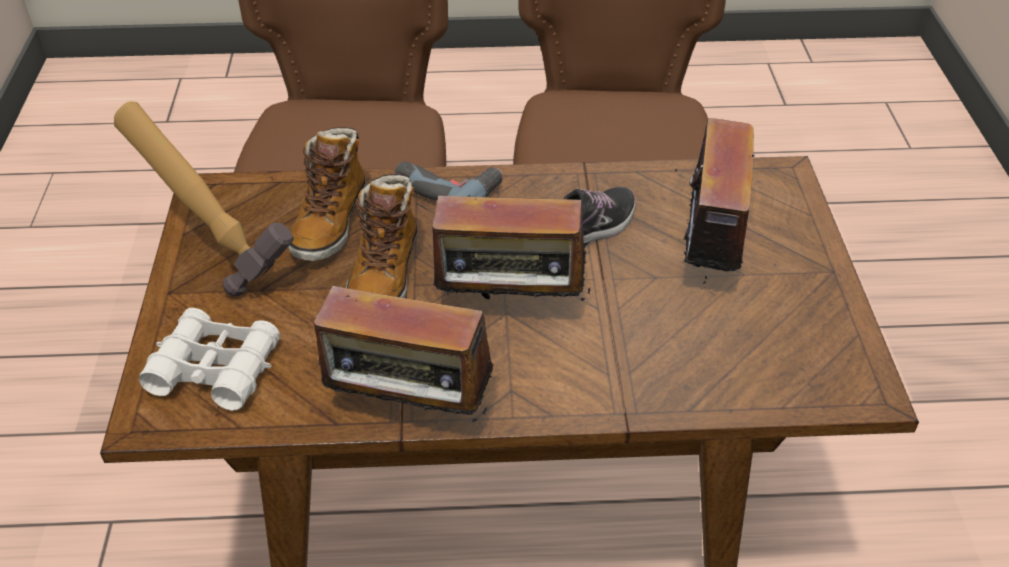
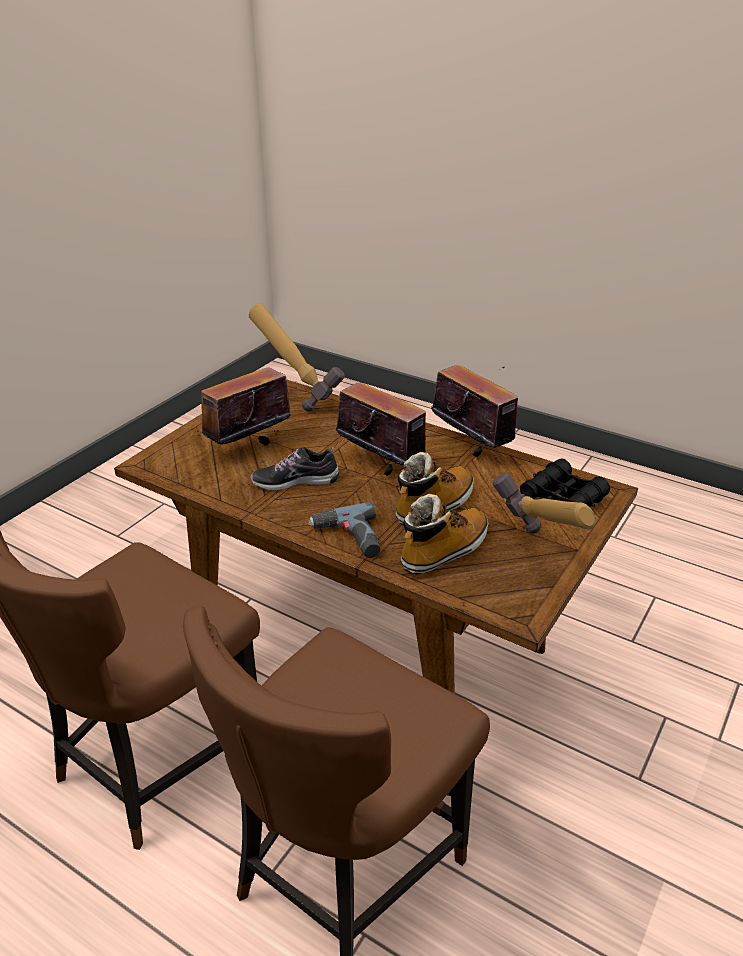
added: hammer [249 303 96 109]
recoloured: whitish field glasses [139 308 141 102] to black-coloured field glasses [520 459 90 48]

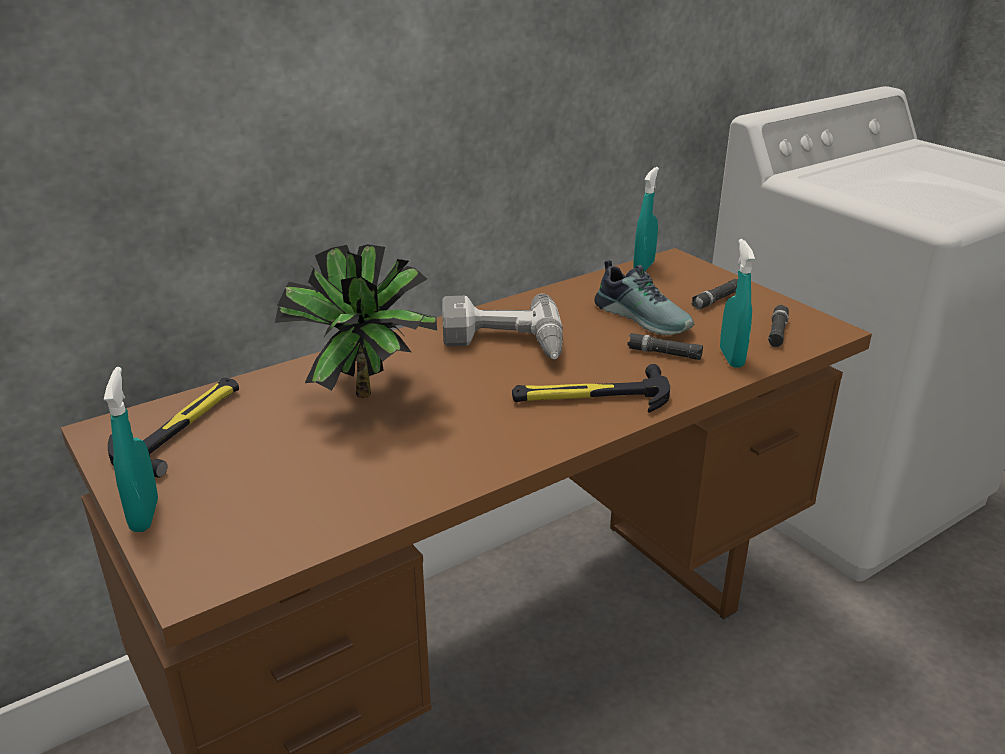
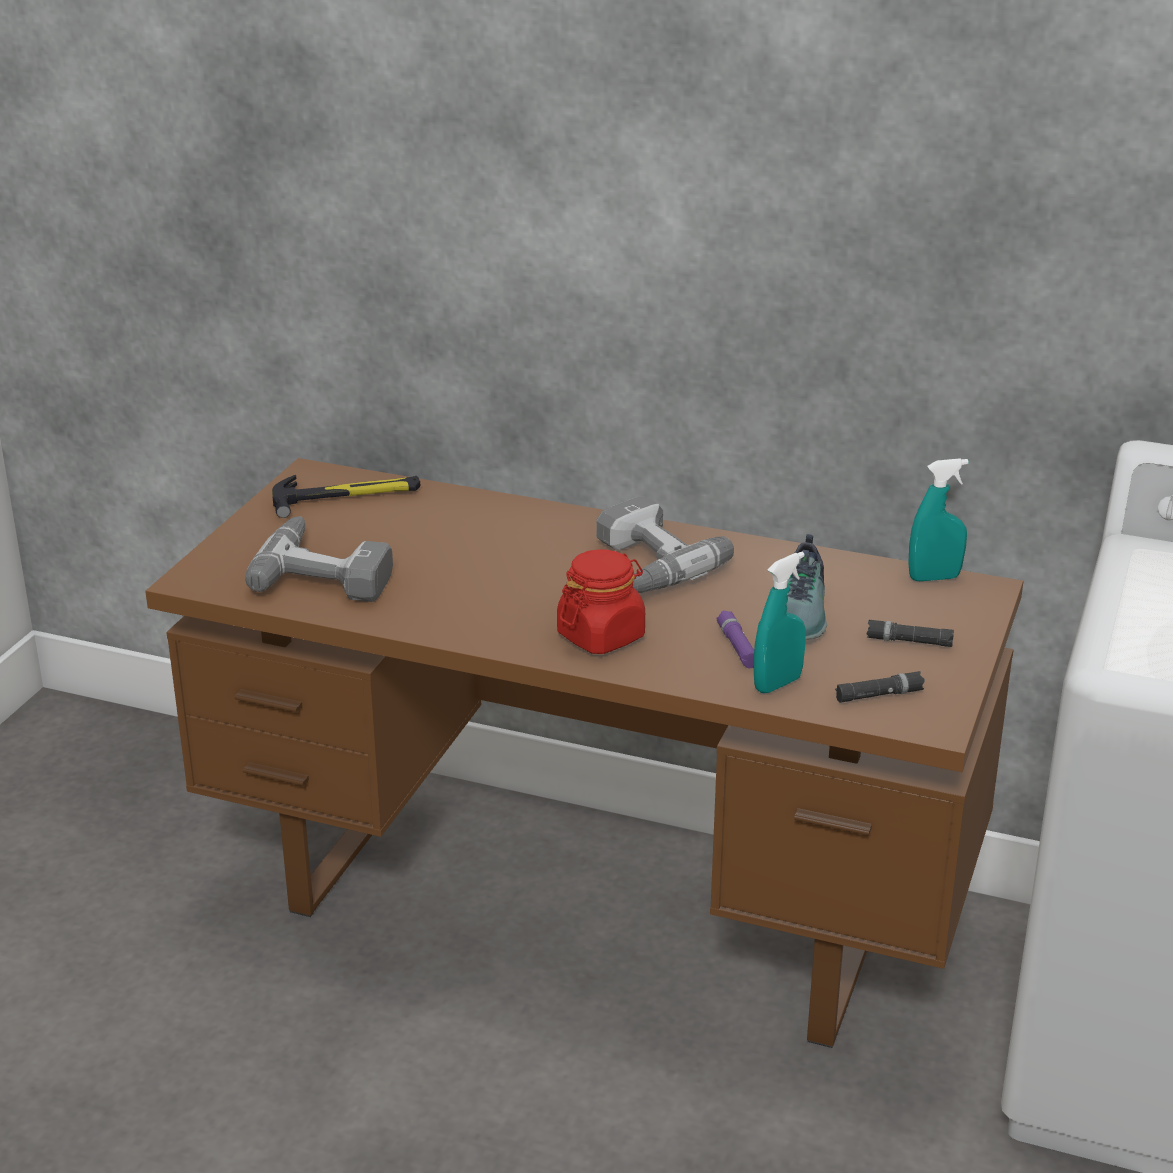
removed: blue-green spray bottle [104 367 54 165]; houseplant [275 244 162 154]
added: power drill [245 516 148 86]
replaced: hammer [512 364 158 49] to reddish preserve jar [557 549 88 105]
recoloured: black-coloured flashlight [627 333 76 27] to purple flashlight [717 610 37 58]

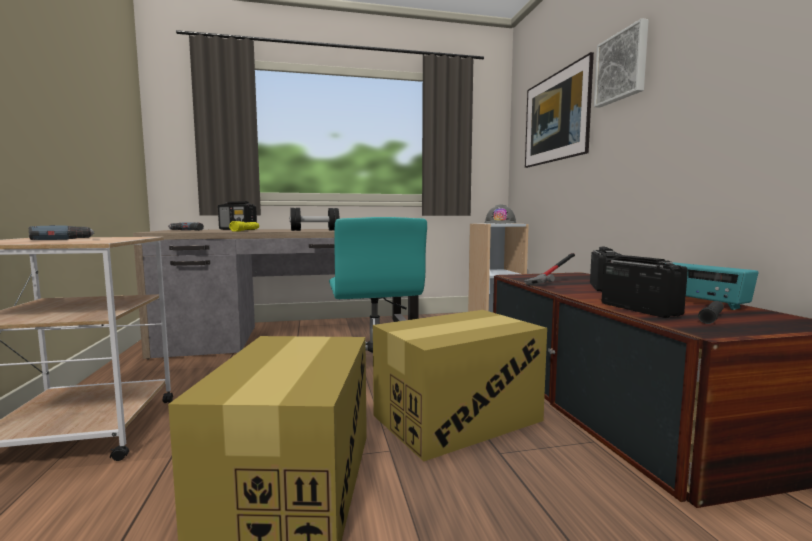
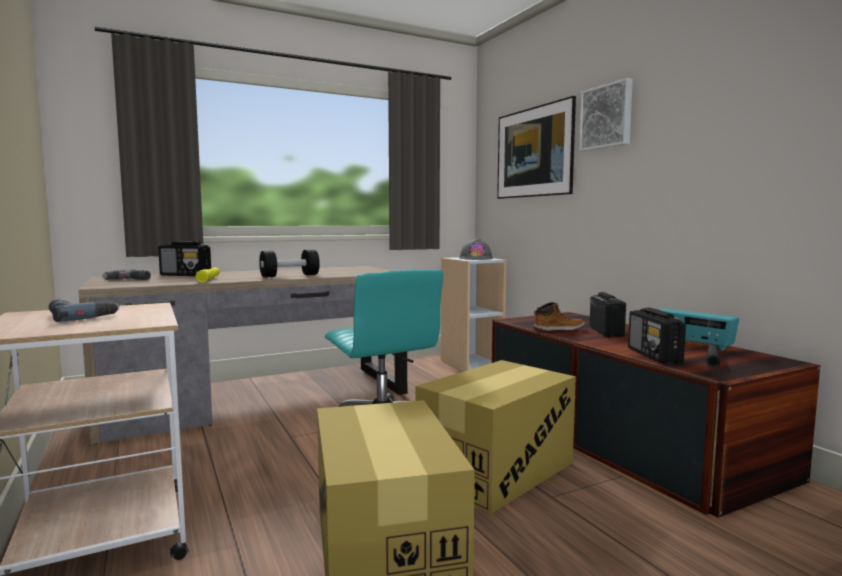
replaced: hammer [524 253 51 32] to tall boot [534 302 51 29]
turned: radio receiver [602 255 86 63] = [628 308 58 55] 150 degrees counterclockwise

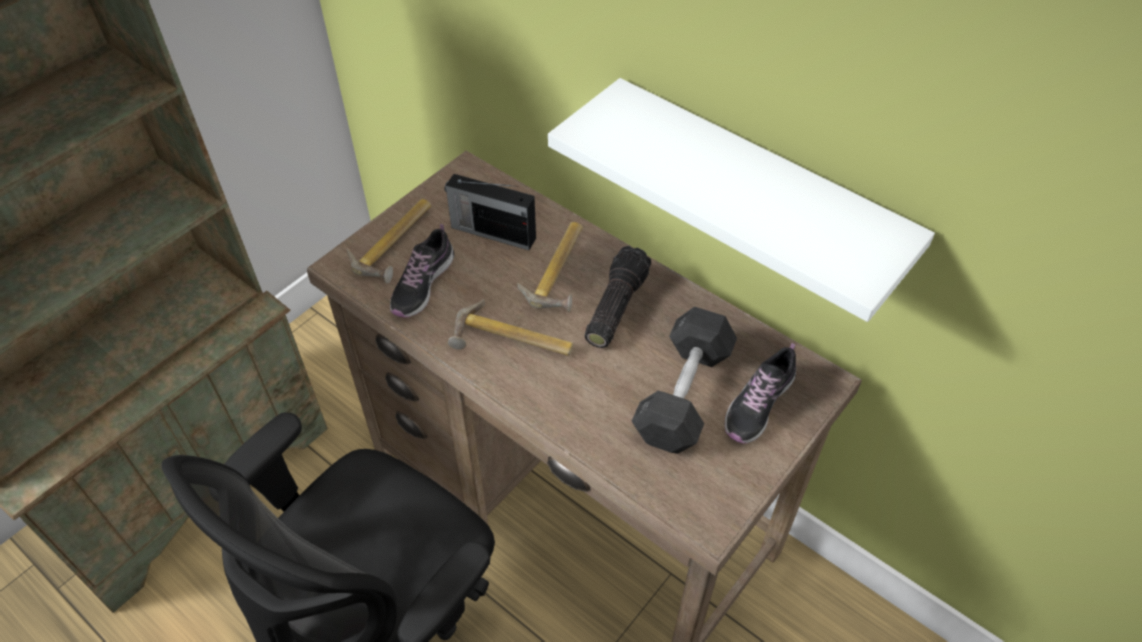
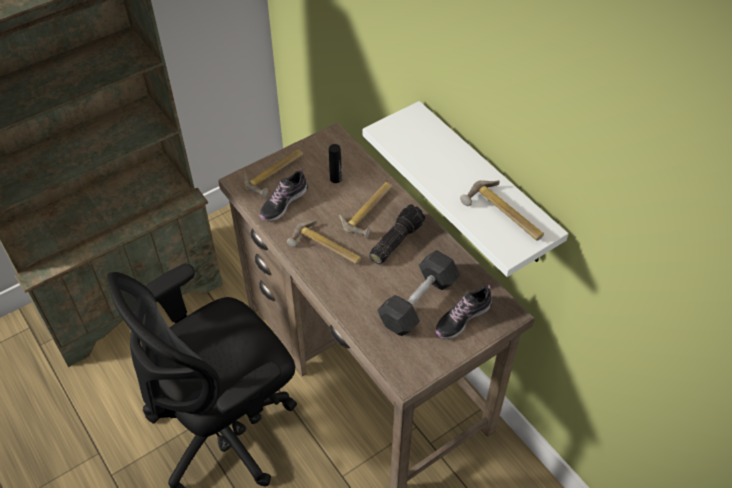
added: hammer [460 180 84 61]
replaced: radio receiver [445 174 91 76] to black-coloured drink bottle [329 144 13 39]

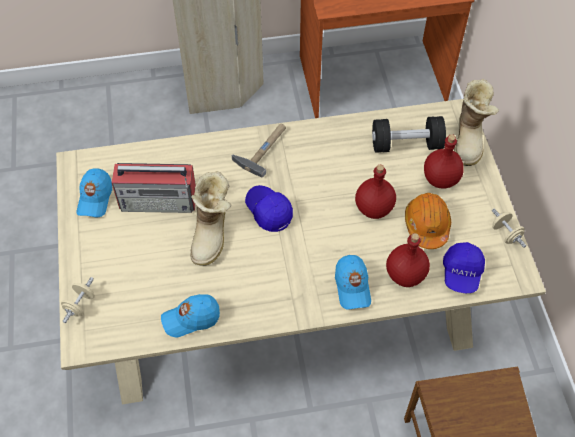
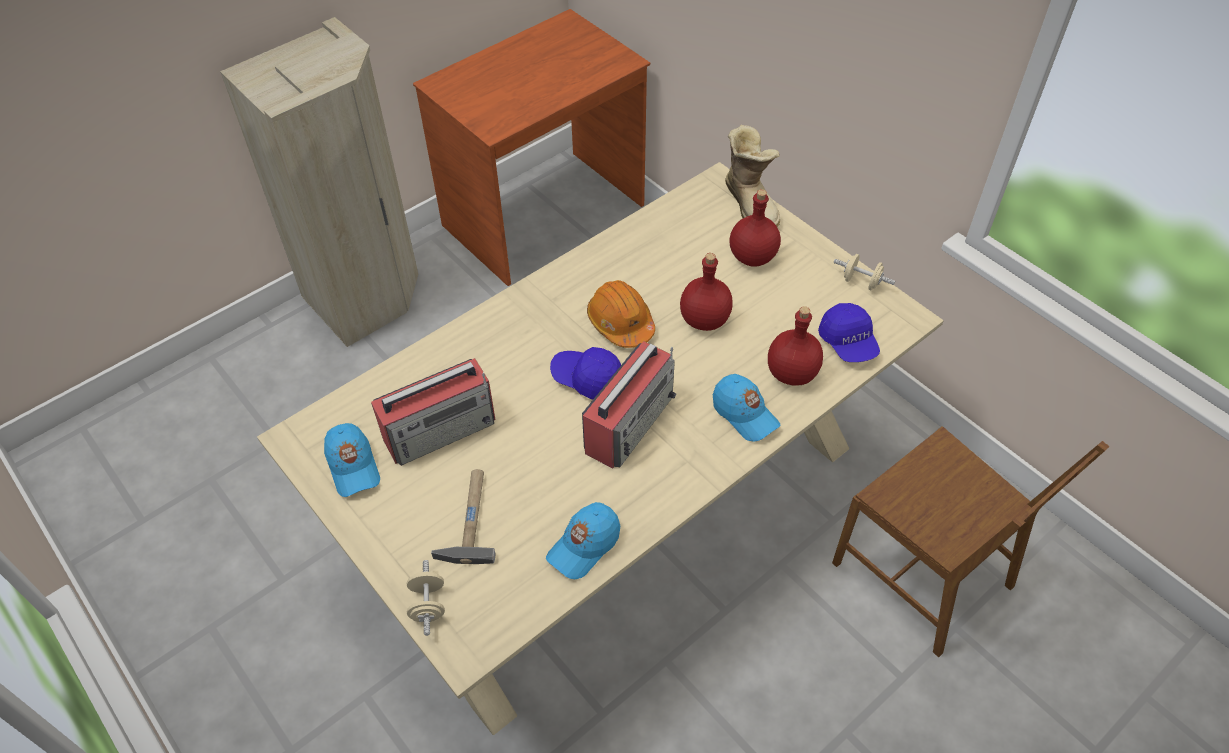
removed: tall boot [190 171 41 95]; black-coloured dumbbell [372 116 74 37]
added: radio receiver [582 341 94 128]
moved: hammer [232 124 54 53] to [431 469 64 95]; orangey safety helmet [405 193 46 56] to [587 280 68 68]

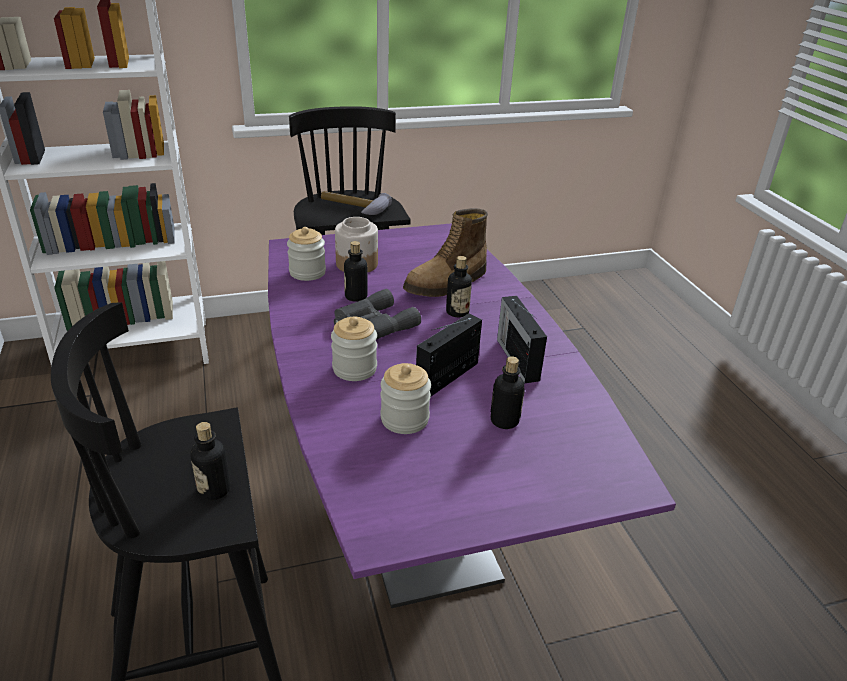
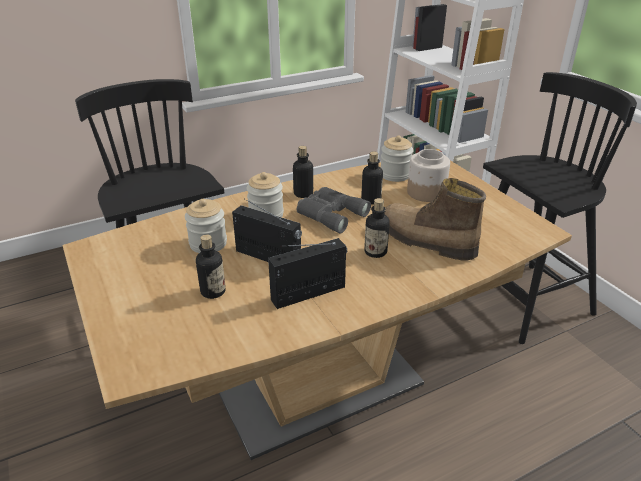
removed: hammer [321 191 71 24]
moved: drink bottle [190 422 40 78] to [293 146 20 52]
recoloured: purple dining table [268 223 408 385] to brown-coloured dining table [62 160 510 300]

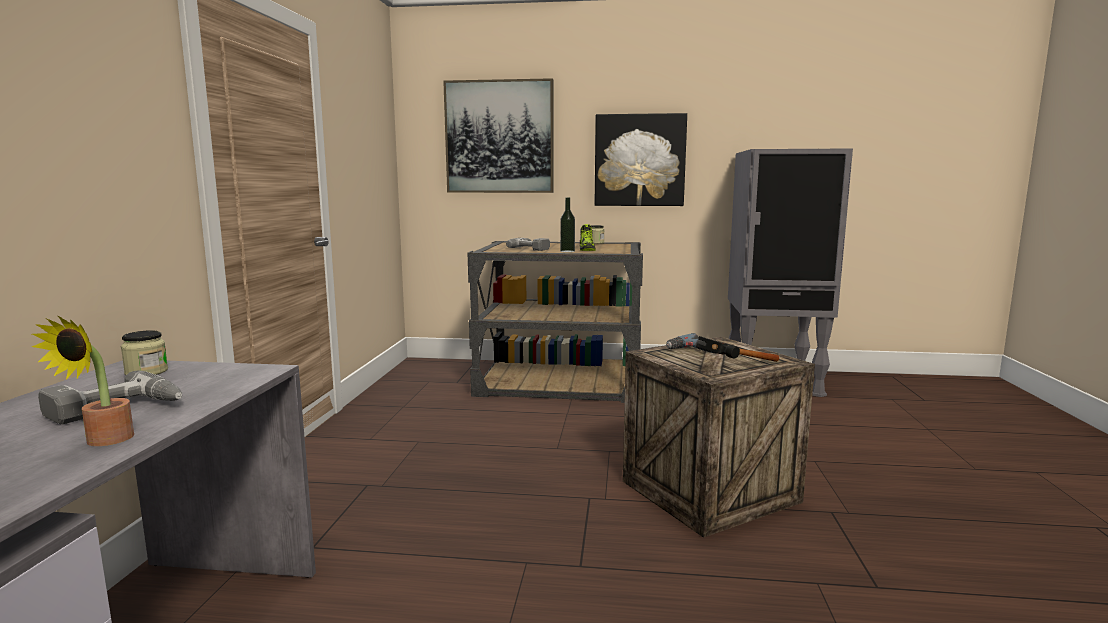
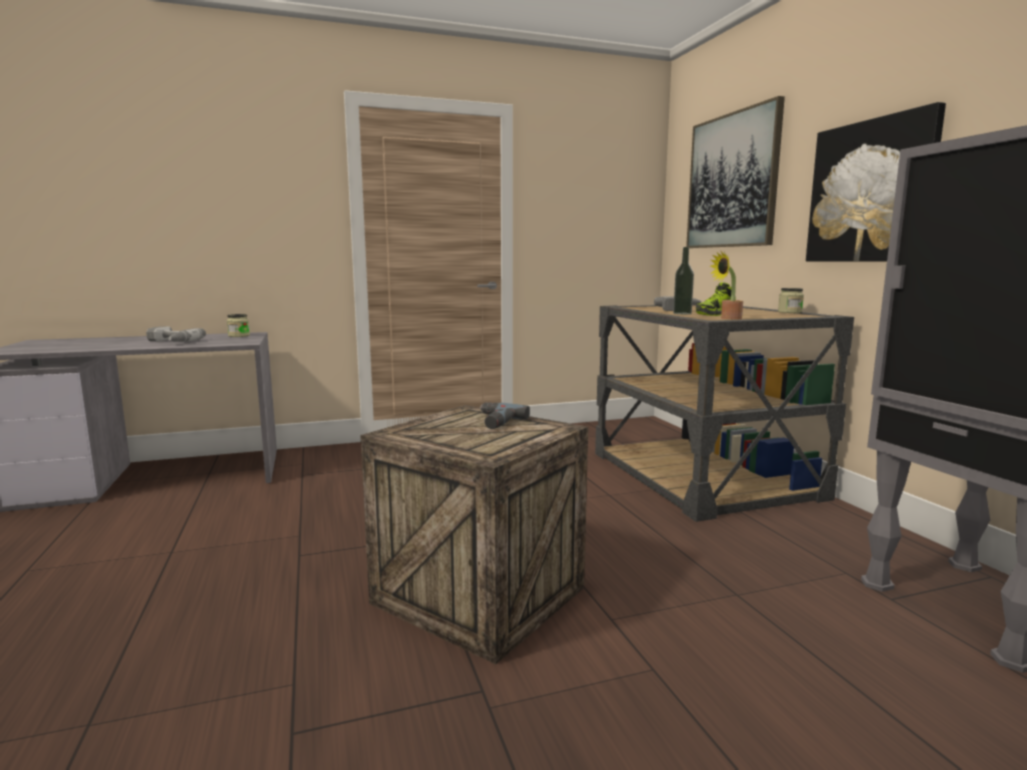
removed: hammer [697 336 82 26]
moved: houseplant [32 316 102 130] to [710 250 33 70]

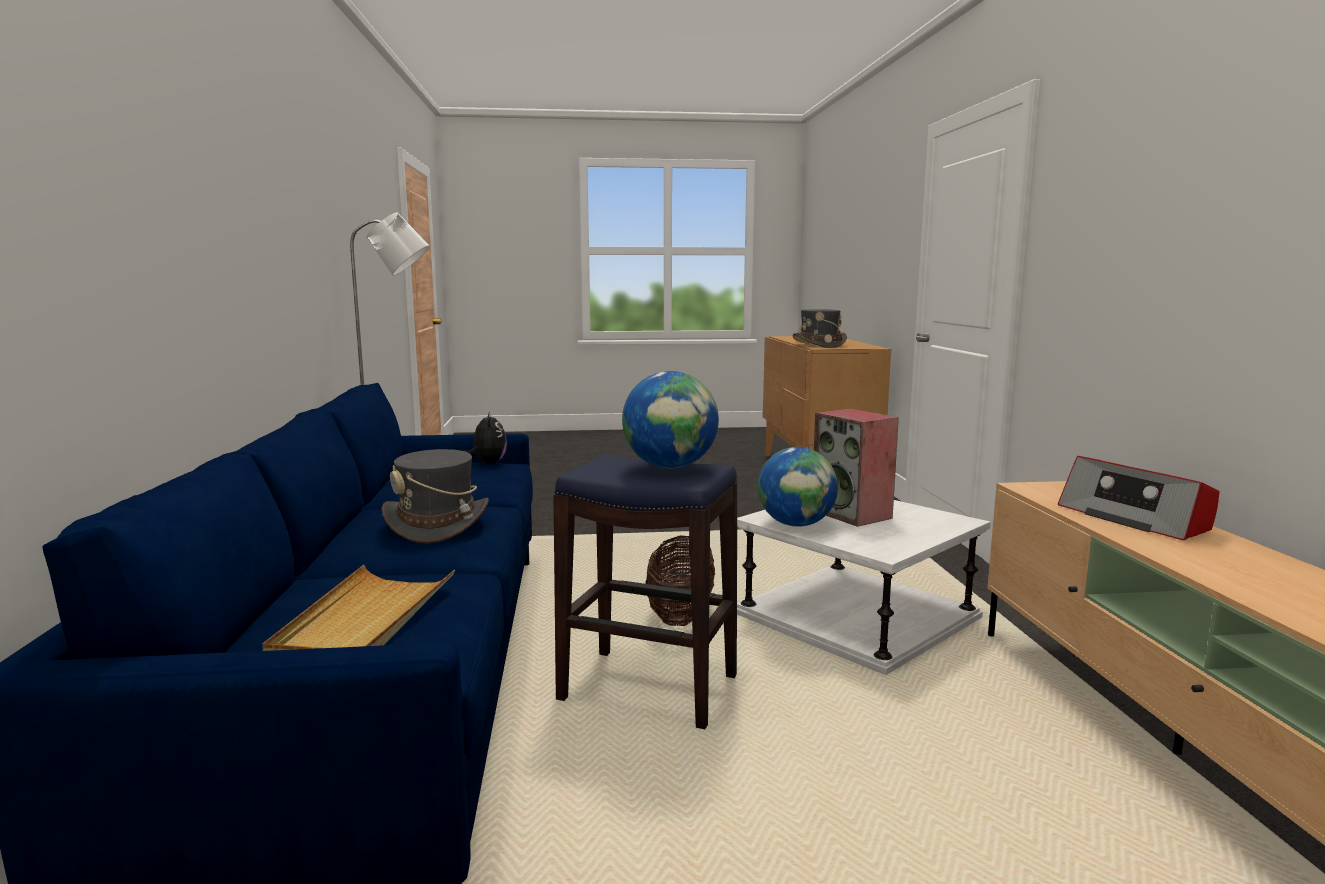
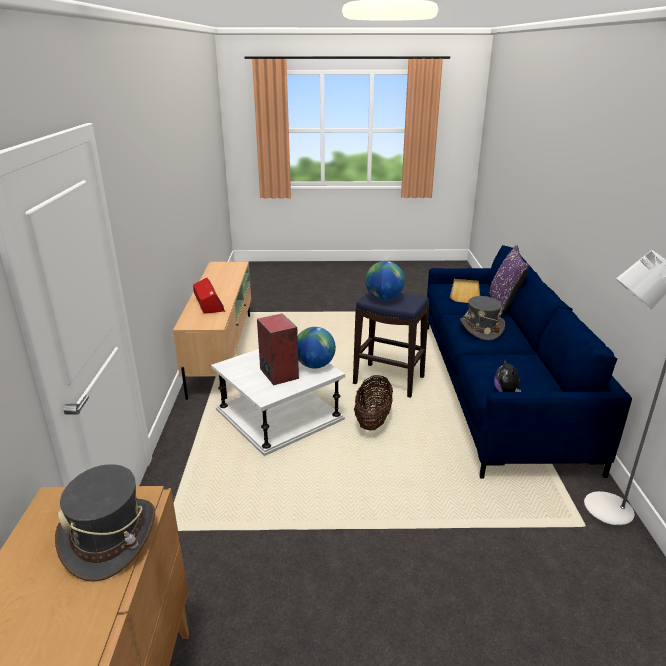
added: purple cushion [489 245 41 70]

